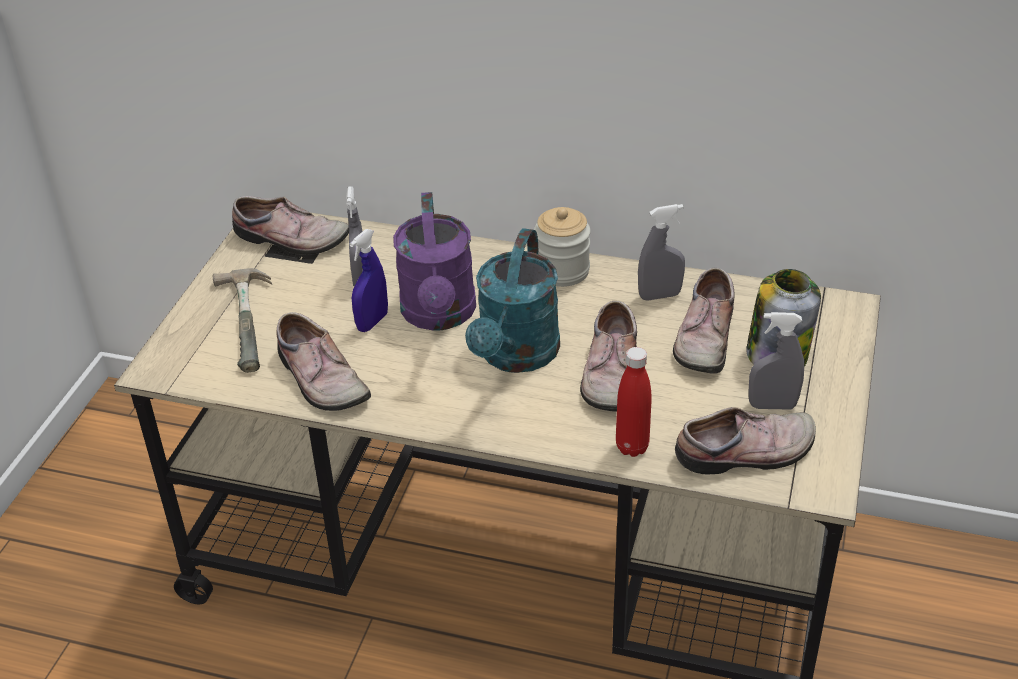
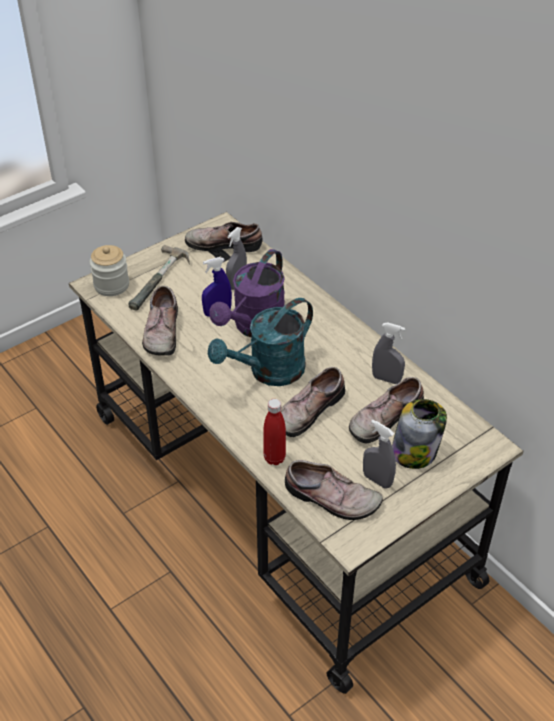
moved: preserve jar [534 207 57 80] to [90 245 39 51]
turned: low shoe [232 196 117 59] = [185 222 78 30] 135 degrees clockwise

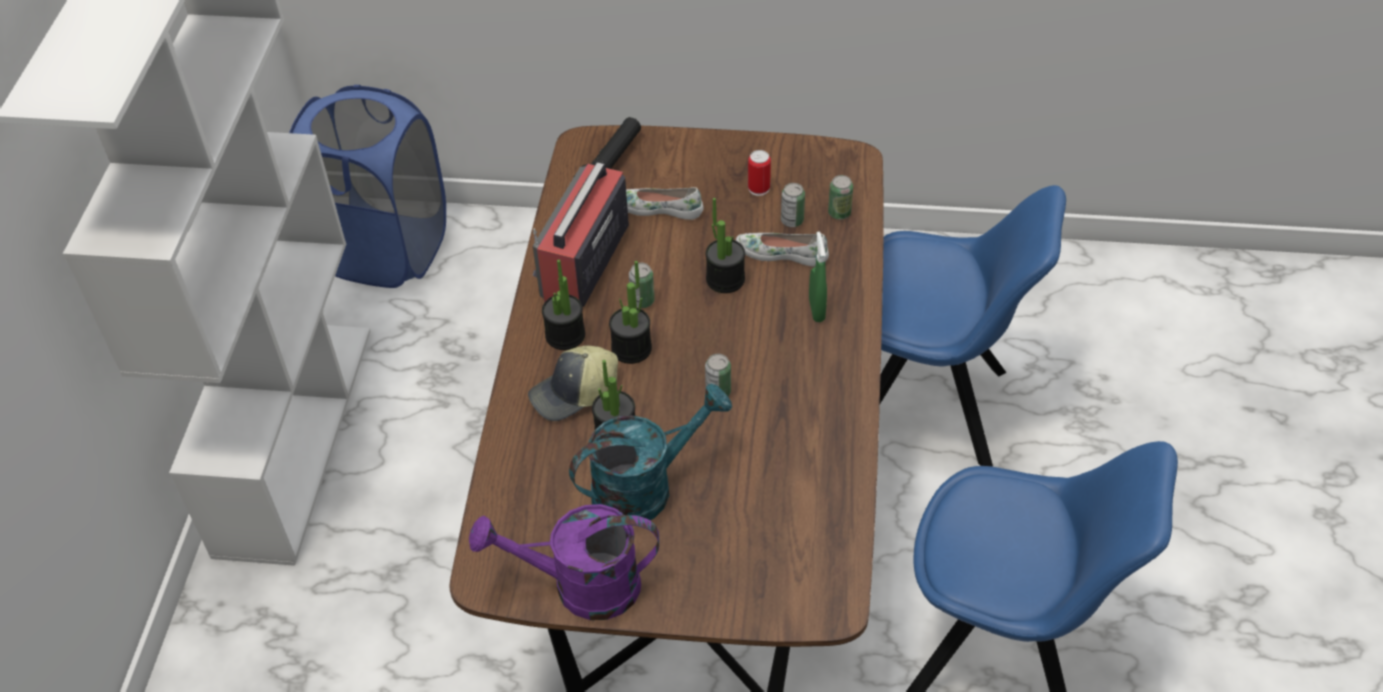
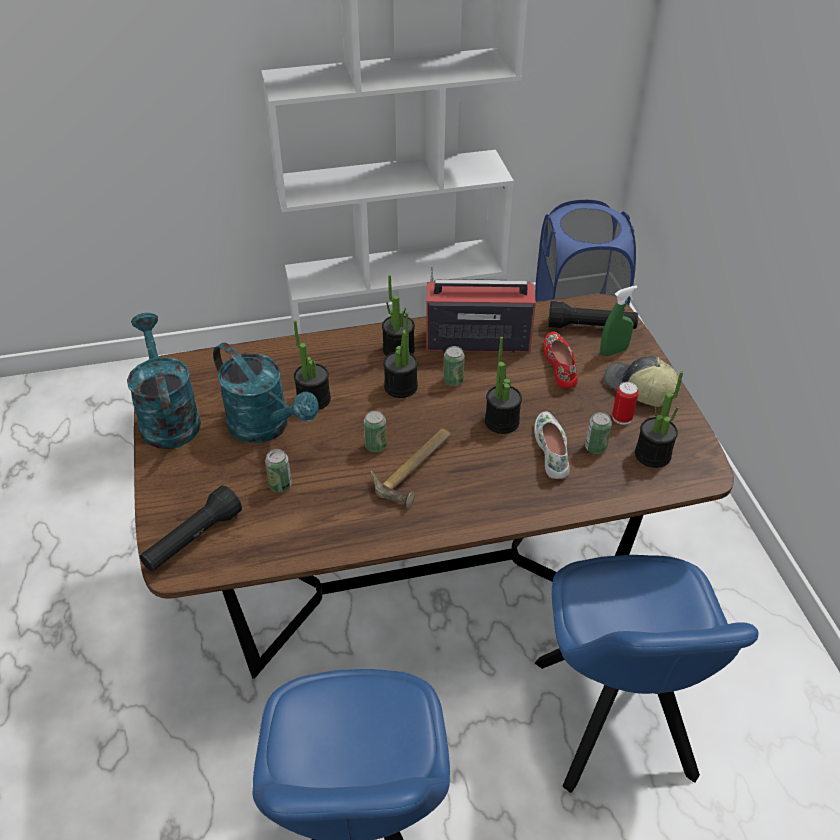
added: black-coloured flashlight [140 485 102 86]; hammer [371 429 80 79]; houseplant [635 371 48 97]
moved: cap [528 345 90 76] to [603 356 77 51]; green spray bottle [809 232 18 90] to [600 285 38 71]; metal can [828 175 25 45] to [265 449 27 43]
recoloured: purple sprinkling can [469 504 190 116] to blue-green sprinkling can [127 313 74 136]; whitish low shoe [626 187 78 33] to reddish low shoe [543 332 35 56]

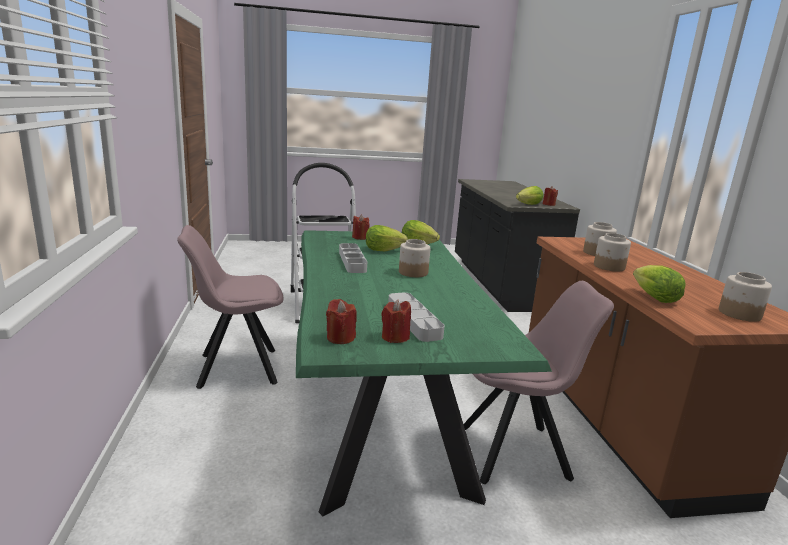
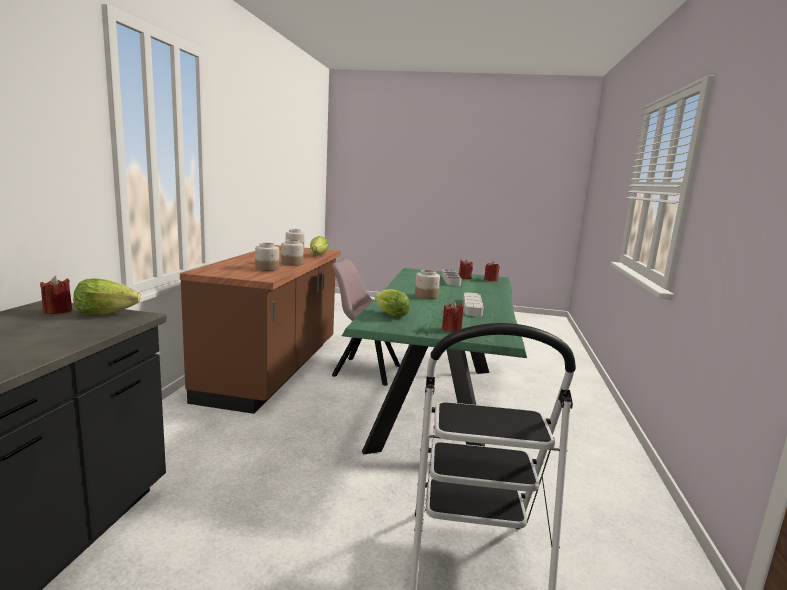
removed: pinkish upright chair [177 225 106 164]; lettuce [366 225 42 26]

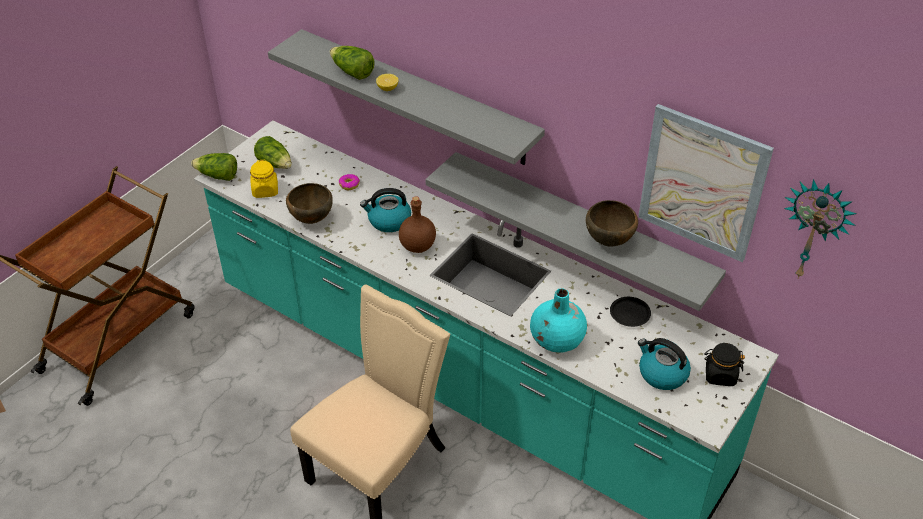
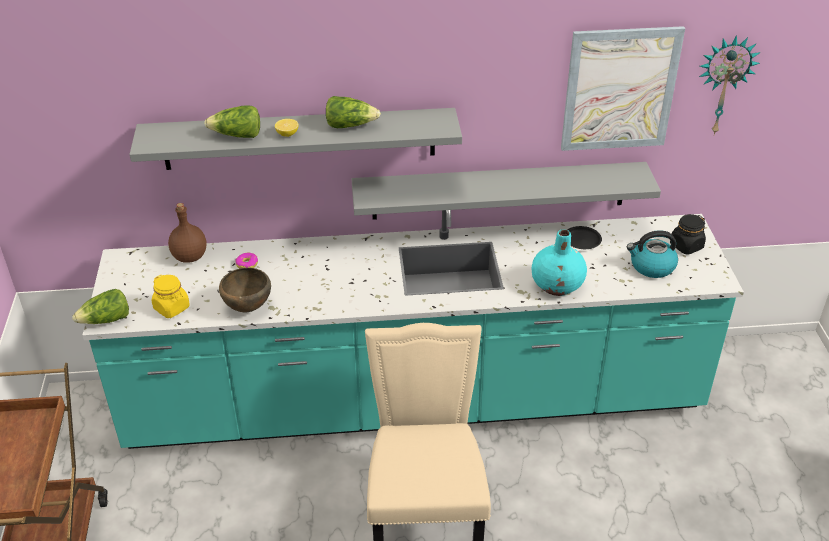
removed: water kettle [360 188 51 44]; brown-coloured serving bowl [586 200 52 47]
moved: lettuce [254 136 38 33] to [326 96 55 32]; brown-coloured drink bottle [399 196 37 57] to [168 203 38 60]

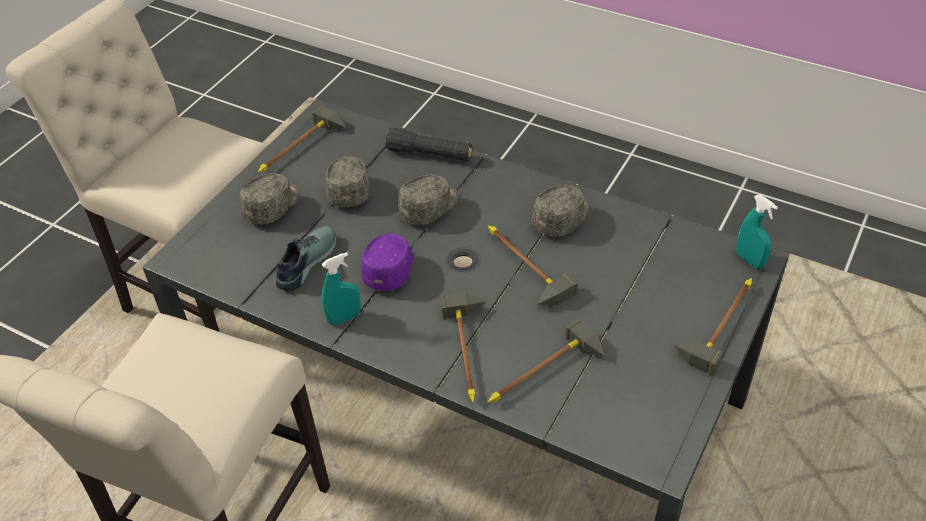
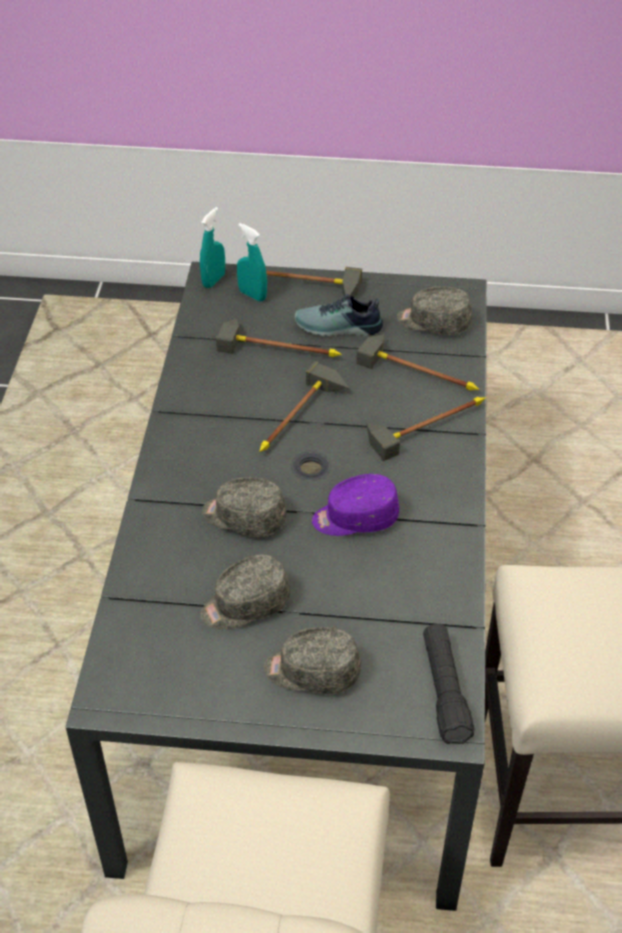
moved: hammer [258 105 88 67] to [216 318 126 39]; low shoe [276 226 60 65] to [294 294 89 42]; blue-green spray bottle [322 252 39 74] to [237 223 30 79]; black-coloured flashlight [386 128 87 33] to [423 624 52 120]; greyish cap [531 185 58 52] to [397 287 75 48]

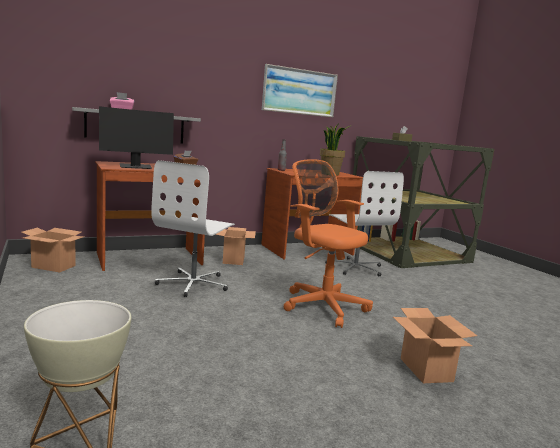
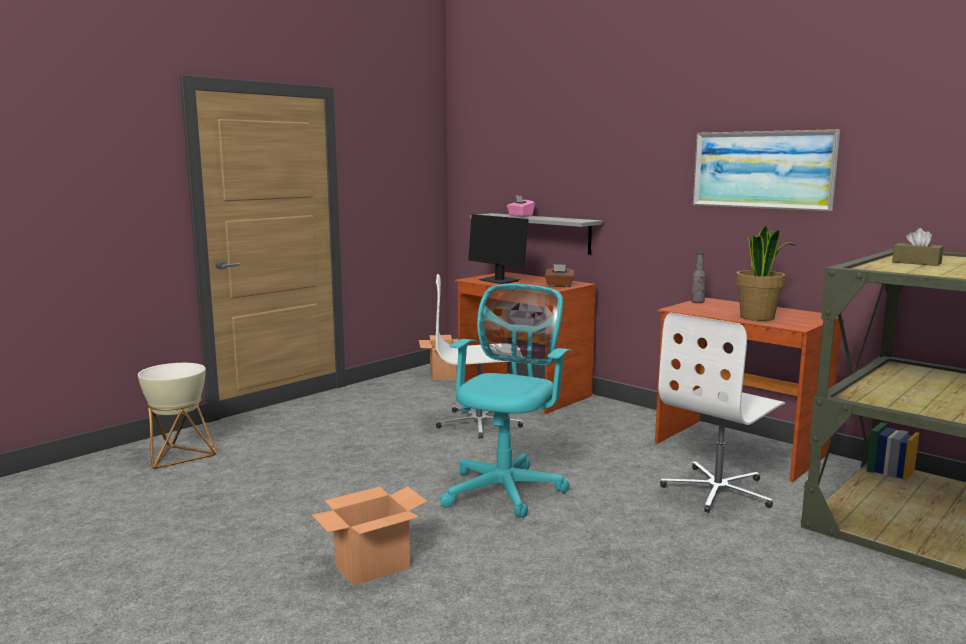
removed: cardboard box [215 227 41 38]
recoloured: orangey desk chair [284 159 89 169] to blue-green desk chair [440 284 132 234]

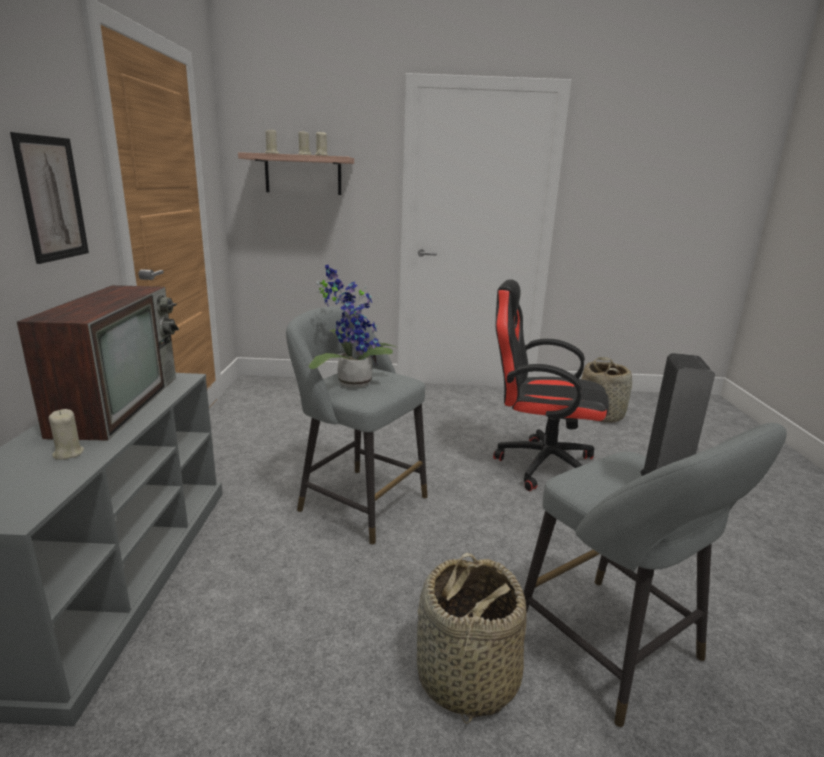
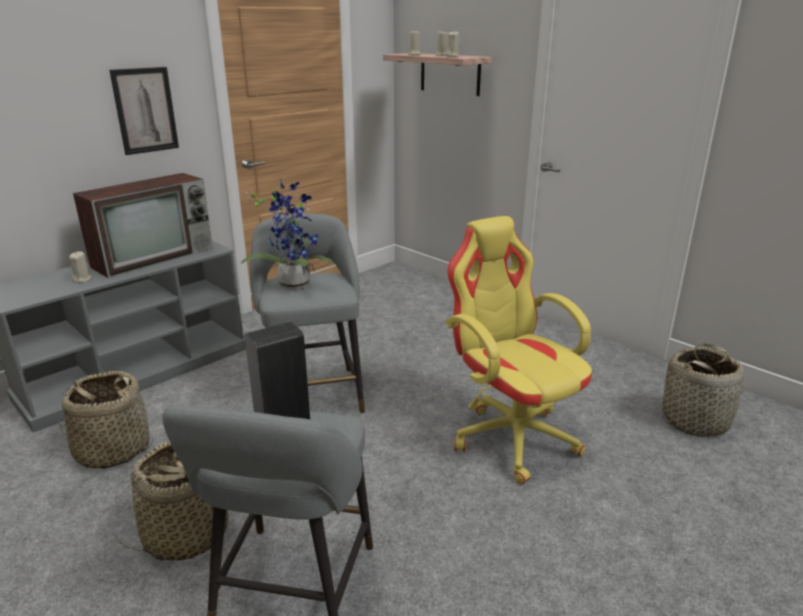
added: basket [57 371 97 98]
recoloured: black-coloured desk chair [493 279 116 212] to yellow-coloured desk chair [446 216 146 269]

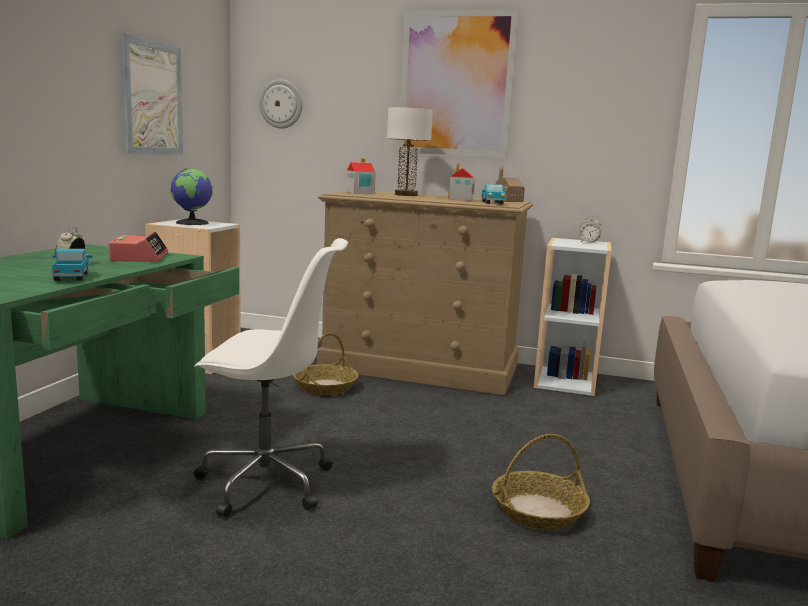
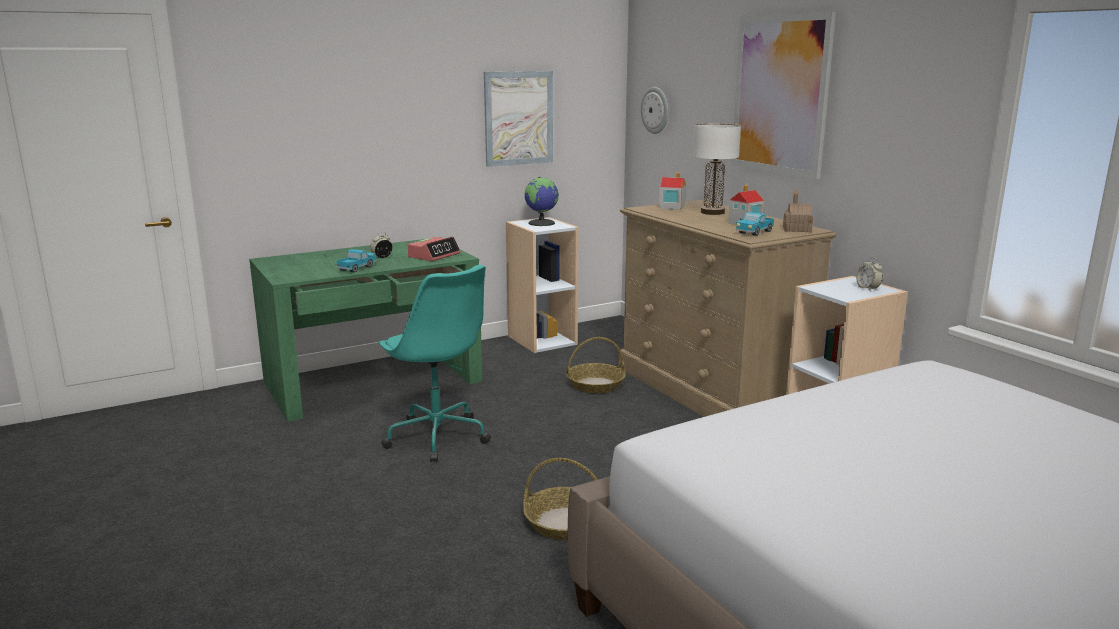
recoloured: whitish desk chair [193 238 155 279] to blue-green desk chair [378 265 113 197]

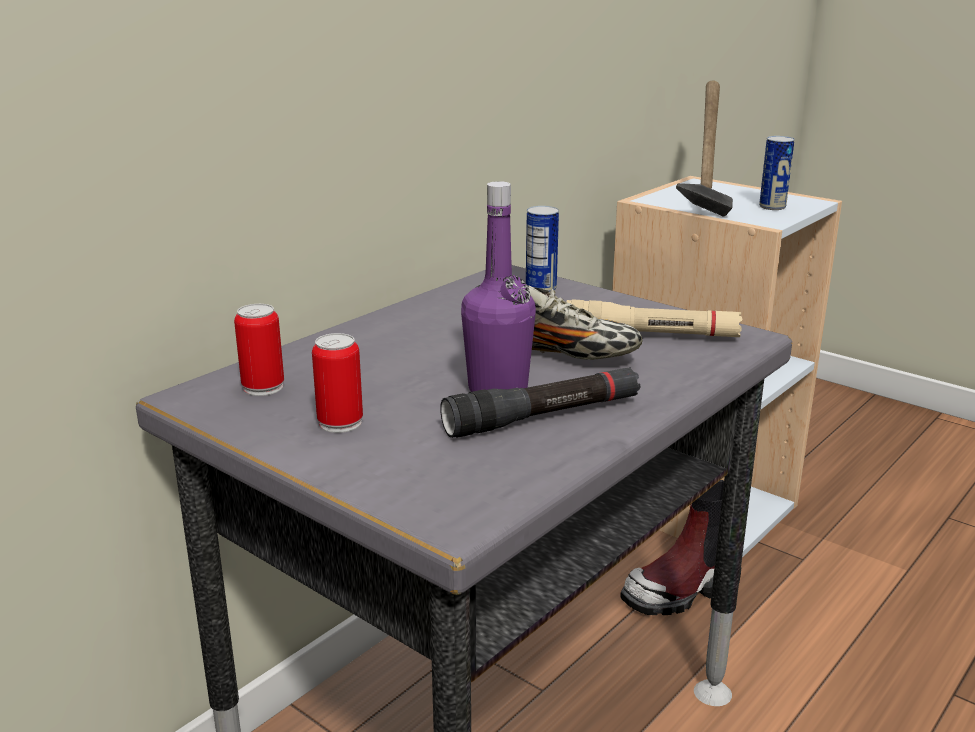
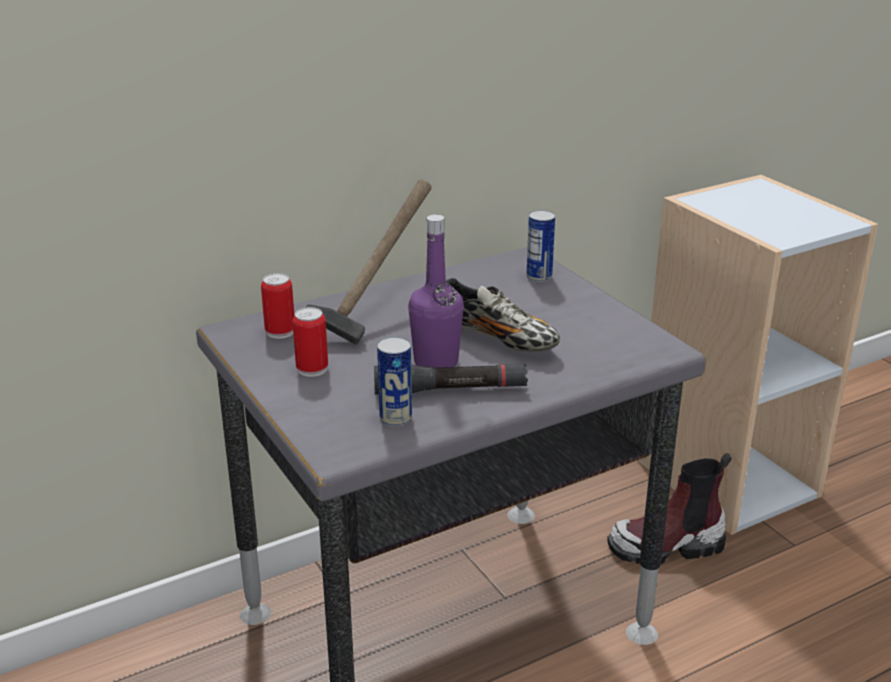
removed: sand-coloured flashlight [567 299 175 38]
moved: hammer [676 81 57 136] to [306 179 126 165]; metal can [759 136 36 74] to [377 337 35 90]

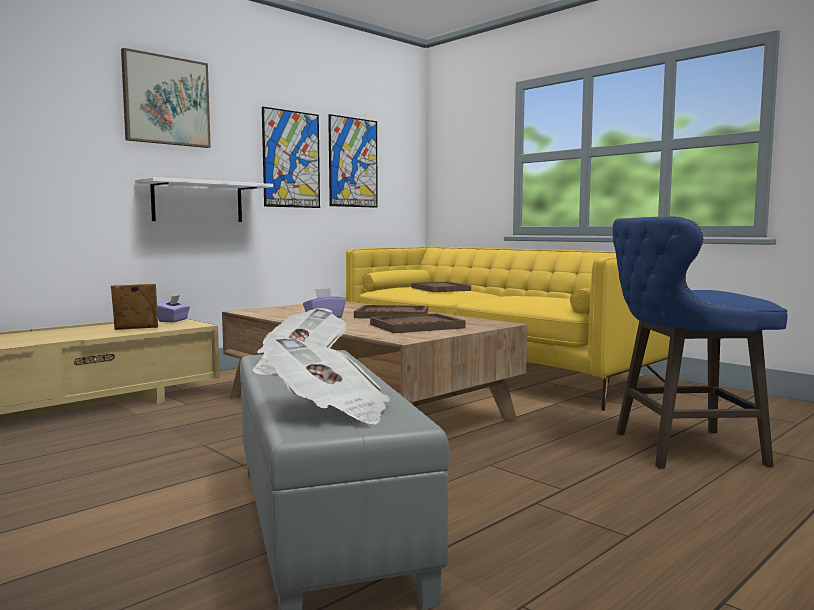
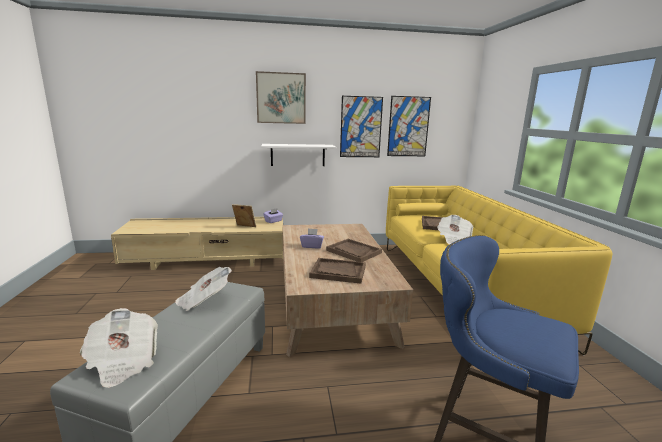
added: printed paper [437 215 36 29]

